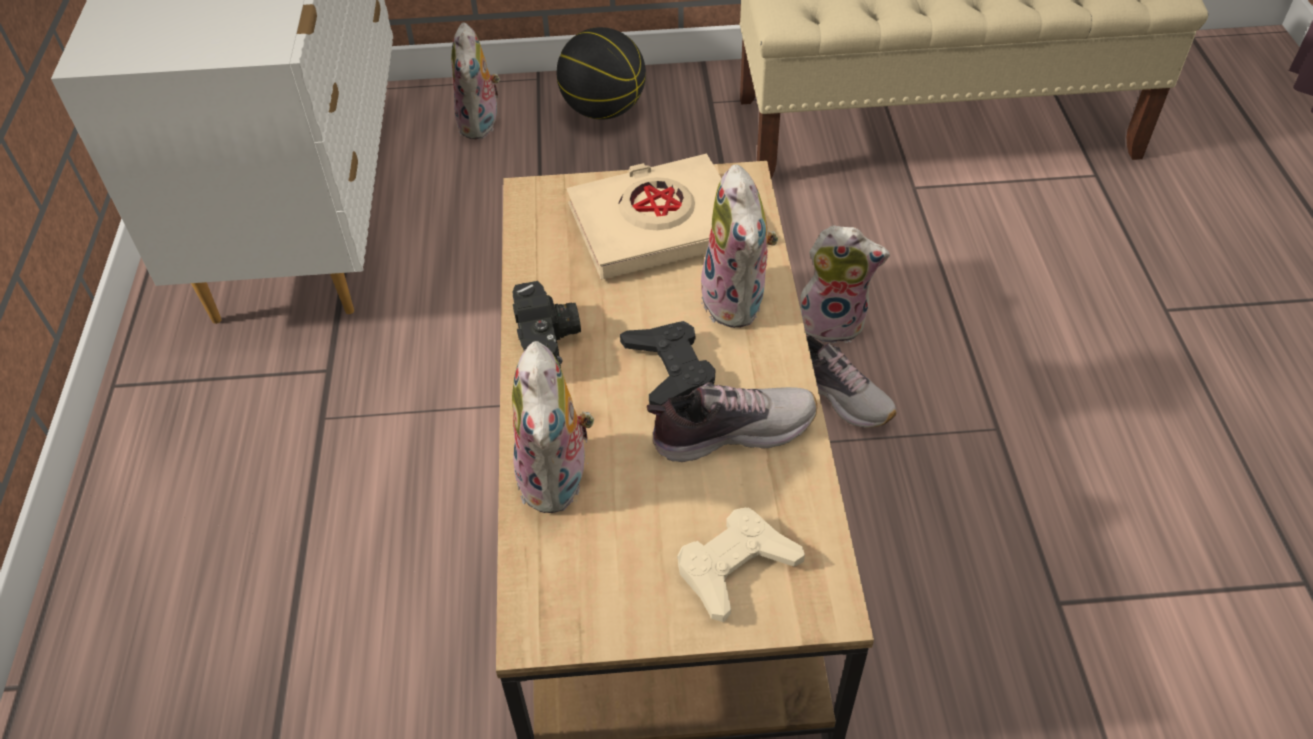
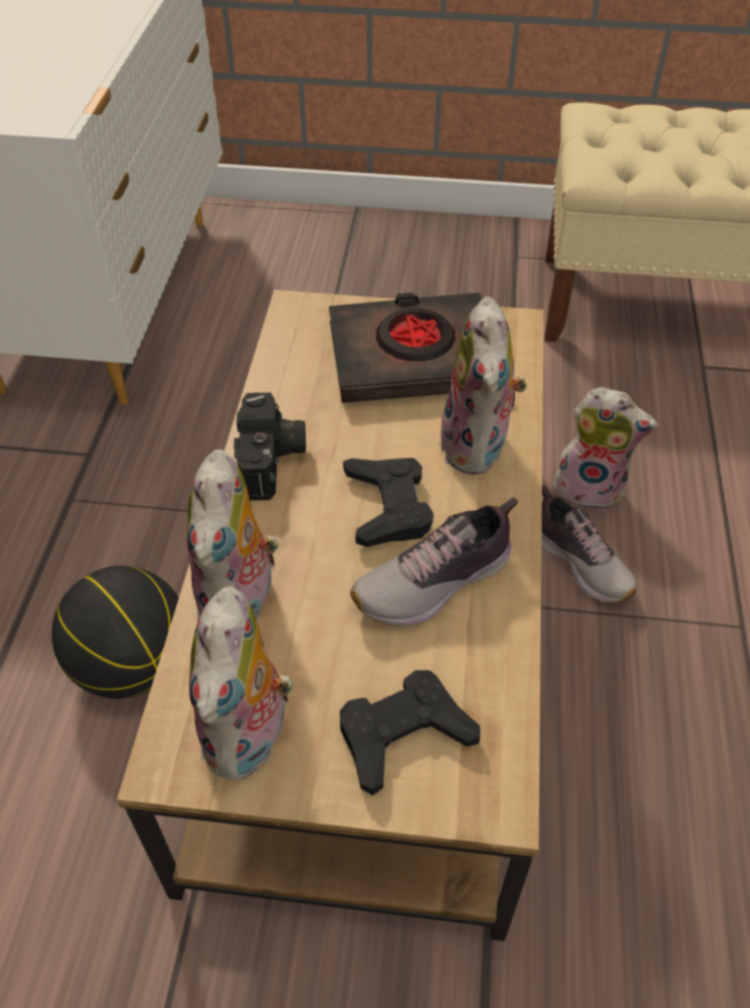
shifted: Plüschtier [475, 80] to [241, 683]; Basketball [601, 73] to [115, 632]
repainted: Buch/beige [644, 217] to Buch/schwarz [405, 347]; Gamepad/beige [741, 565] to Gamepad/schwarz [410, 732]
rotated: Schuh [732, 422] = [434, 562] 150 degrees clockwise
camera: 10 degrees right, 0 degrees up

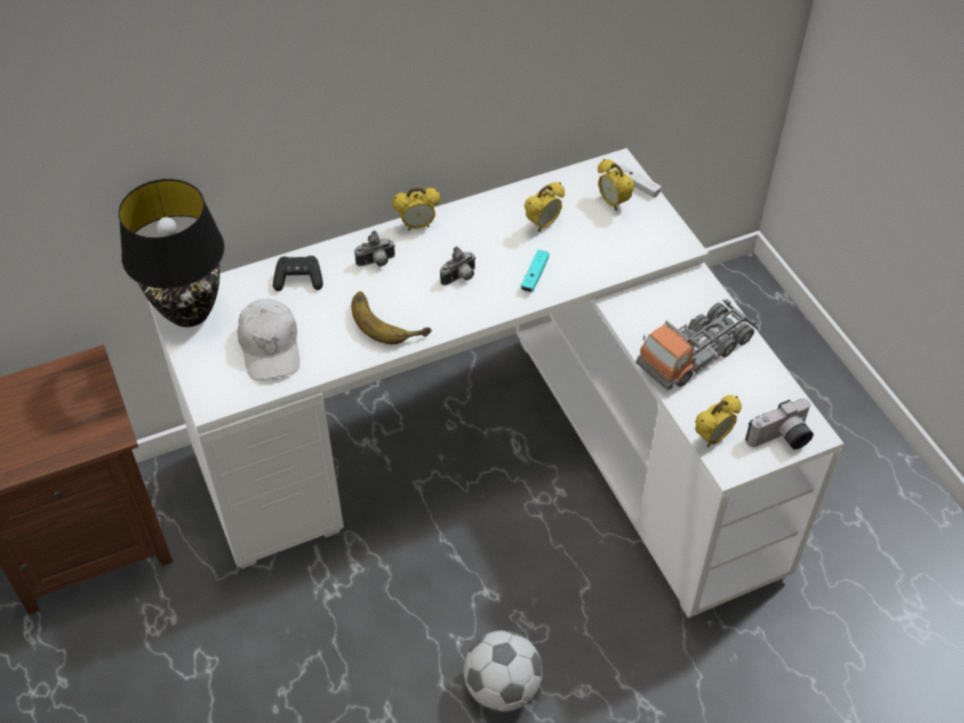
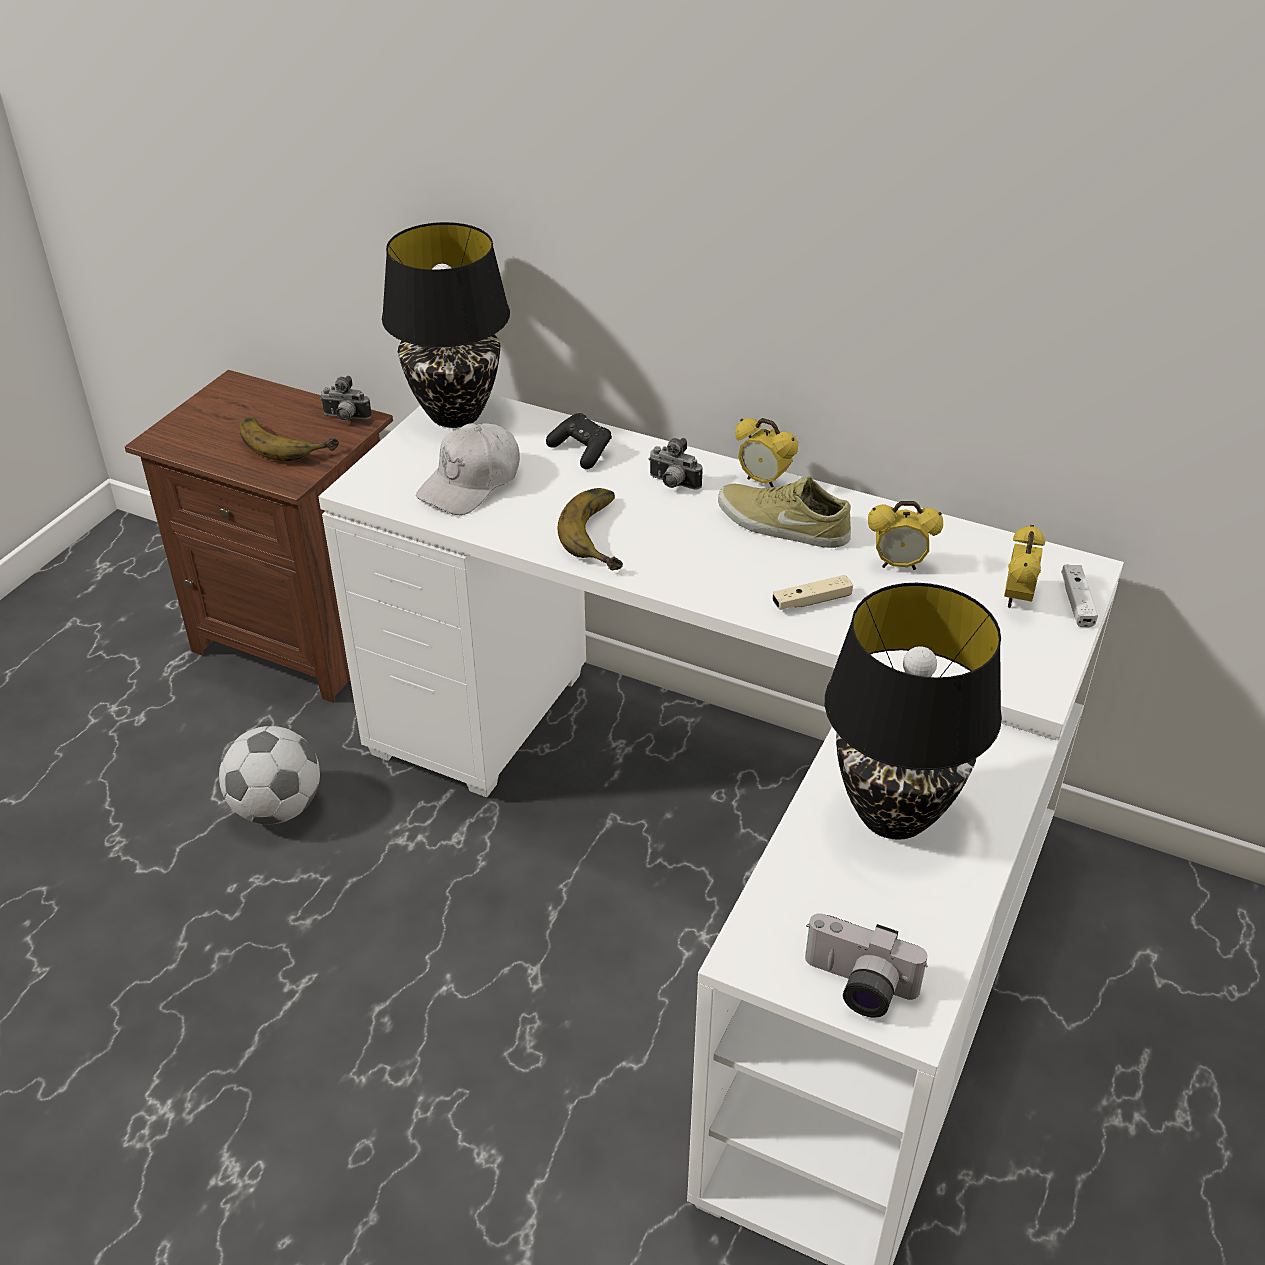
gone: Wecker [718, 421]
new: Banane [289, 439]; Schuh/beige [784, 512]
shifted: Kamera [458, 265] to [346, 398]; Fußball [503, 671] to [269, 775]
swapped: Spielzeuglaster [697, 344] to Tischlampe/schwarz [913, 711]
repainted: Gamepad/türkis [535, 271] to Gamepad/beige [812, 592]
camera: 50 degrees right, 10 degrees down

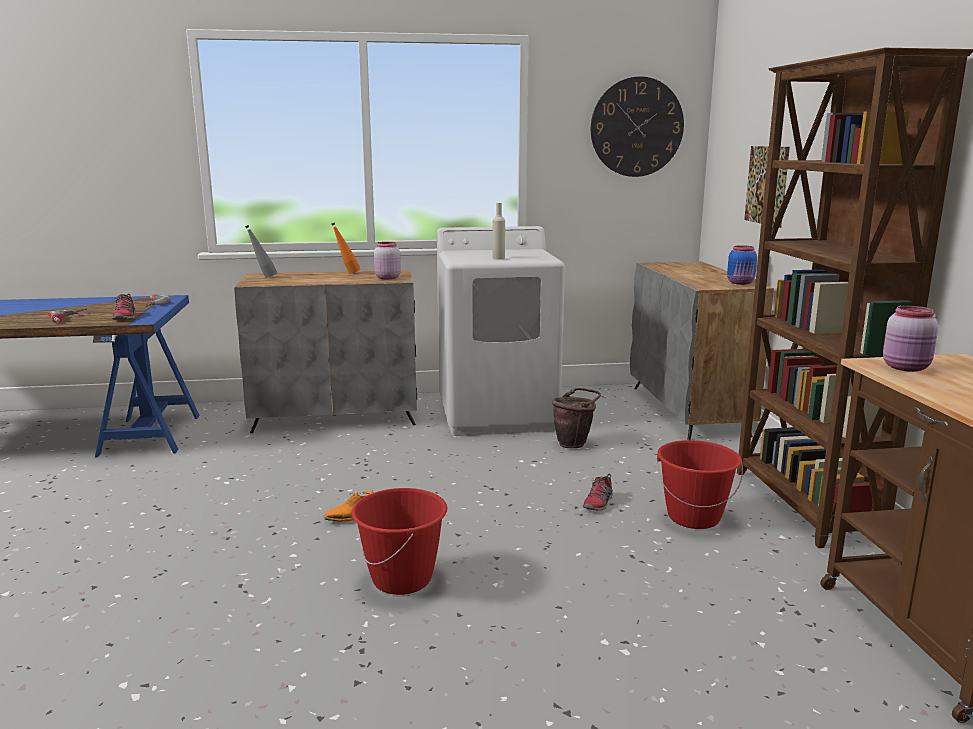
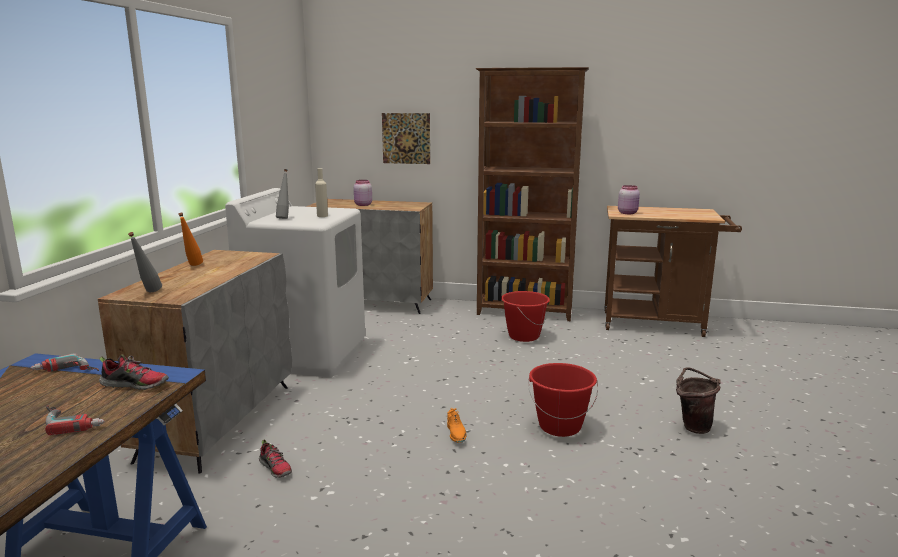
gone: Wanduhr [637, 126]; Vorratsglas/blau [742, 265]
new: Flasche/grau [282, 194]
shifted: Vorratsglas/rosa [387, 260] to [363, 193]; Eimer/braun [576, 418] to [698, 400]; Schuh [598, 492] to [275, 459]
camera: 70 degrees left, 0 degrees up

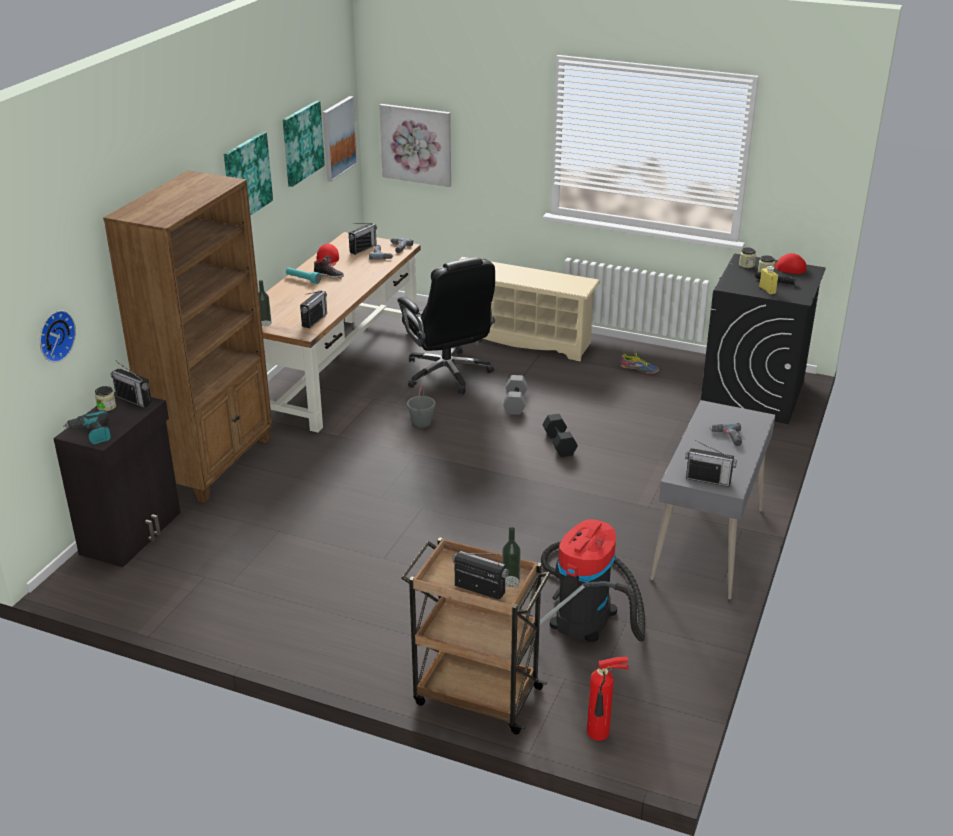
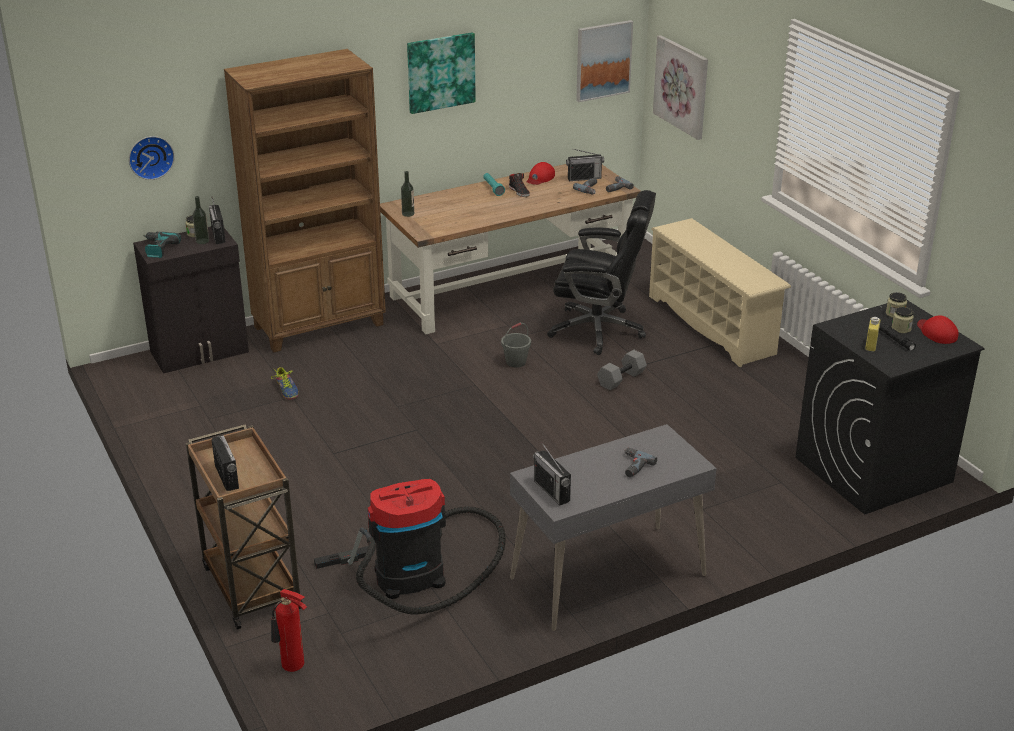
gone: Bild [304, 144]; Radio [313, 309]; Hantel/schwarz [560, 435]
shifted: Flasche [511, 557] to [201, 220]; Schuh [640, 363] to [285, 383]
rotated: Bürostuhl/schwarz [446, 325] = [601, 272] 90 degrees counterclockwise
camera: 40 degrees right, 0 degrees up

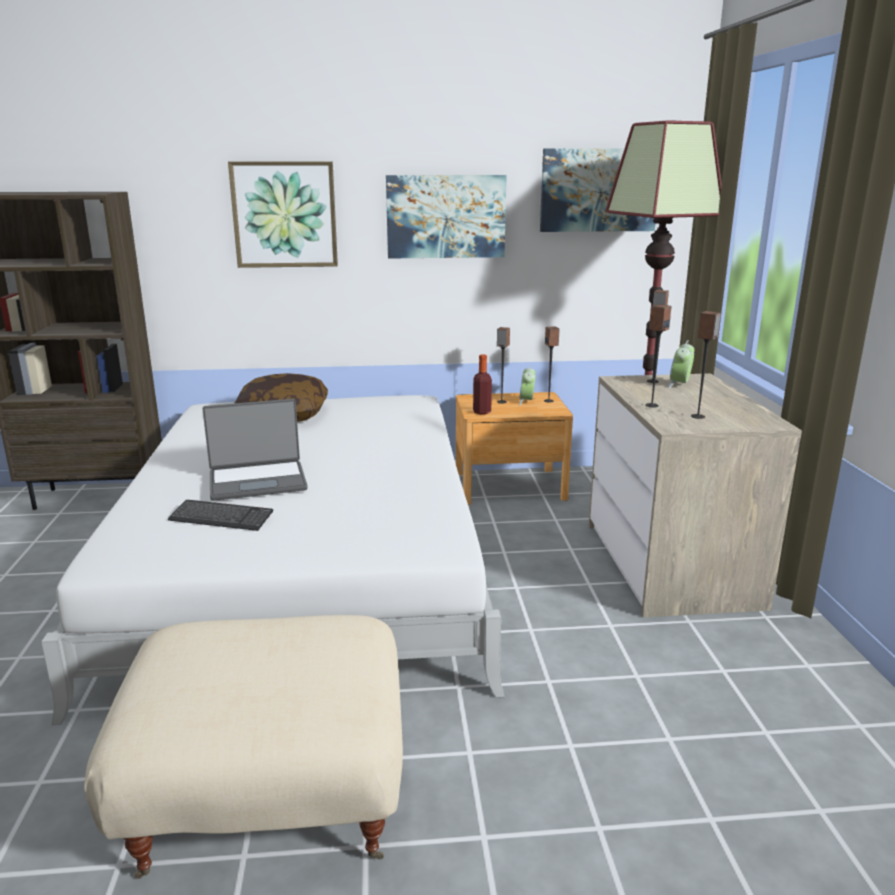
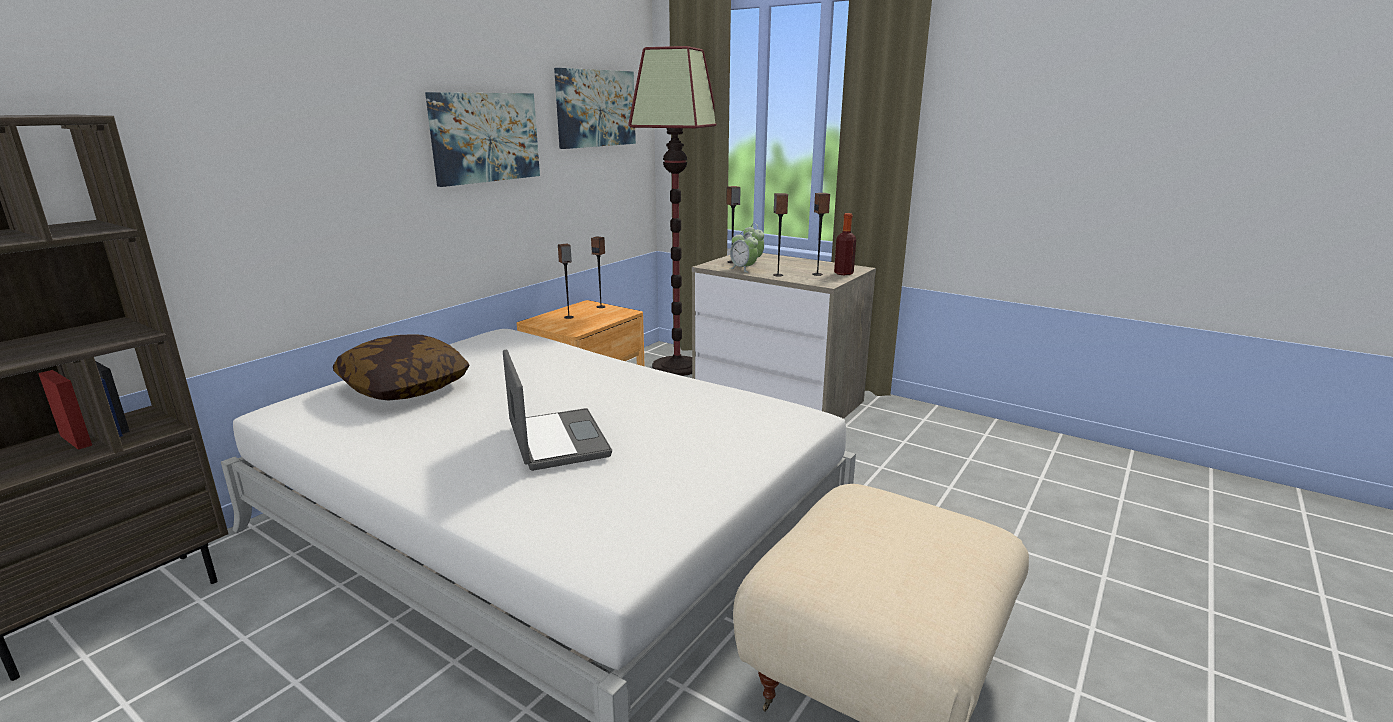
gone: Tastatur [220, 515]; Bild [283, 214]
shifted: Flasche [482, 384] to [845, 244]; Wecker [527, 385] to [743, 251]
rotated: Laptop [255, 450] = [557, 410] 45 degrees counterclockwise
camera: 50 degrees left, 0 degrees up

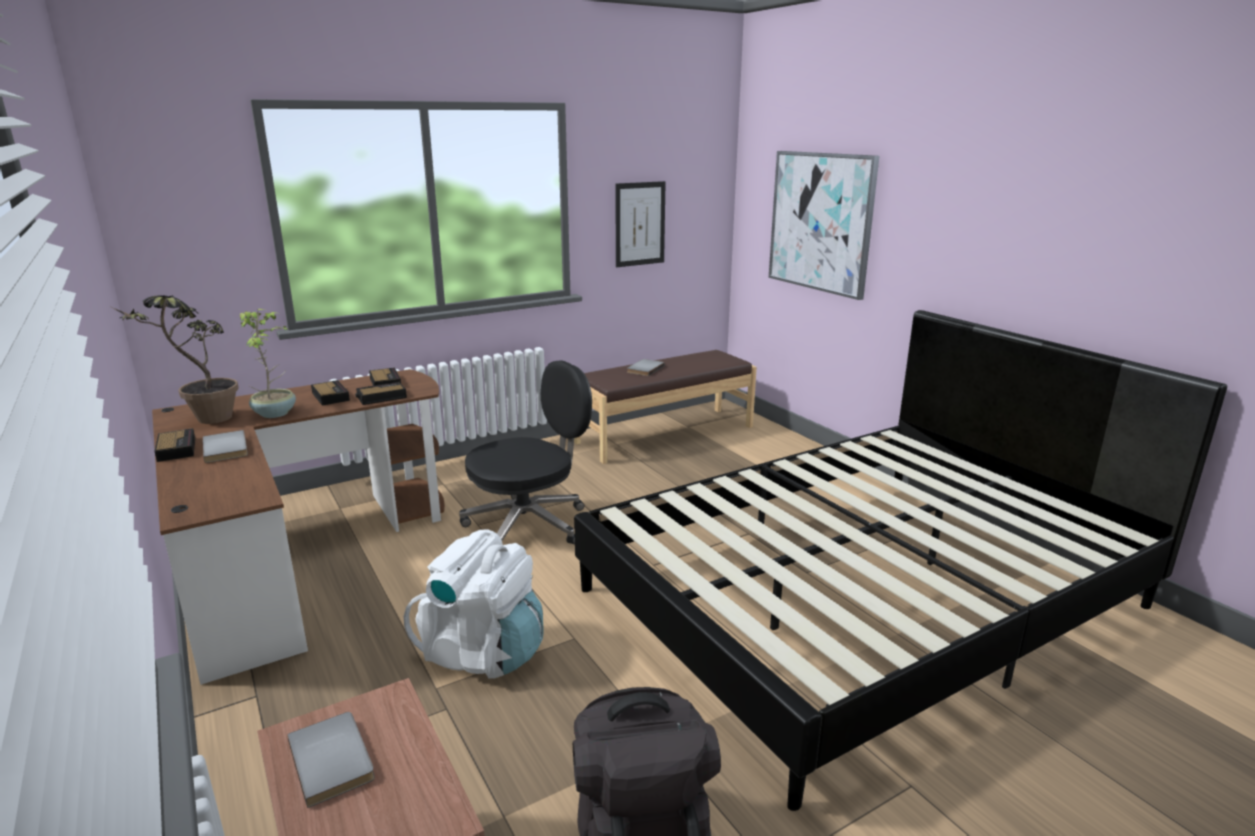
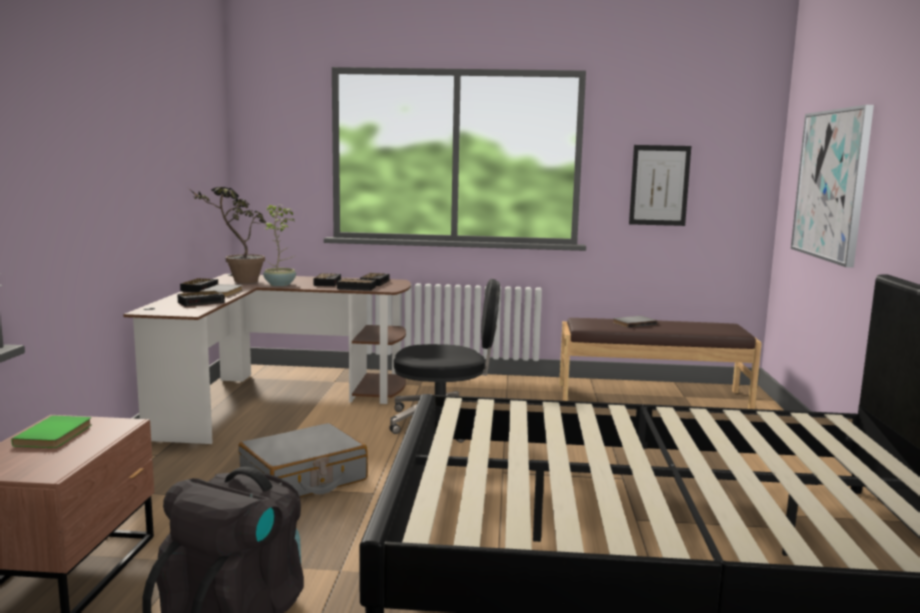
new: Wecker [201, 299]
swapped: Rucksack/weiß [473, 604] to Koffer/grau [303, 460]
repainted: Buch/grau [331, 760] to Buch/grün [52, 431]
camera: 35 degrees right, 10 degrees down

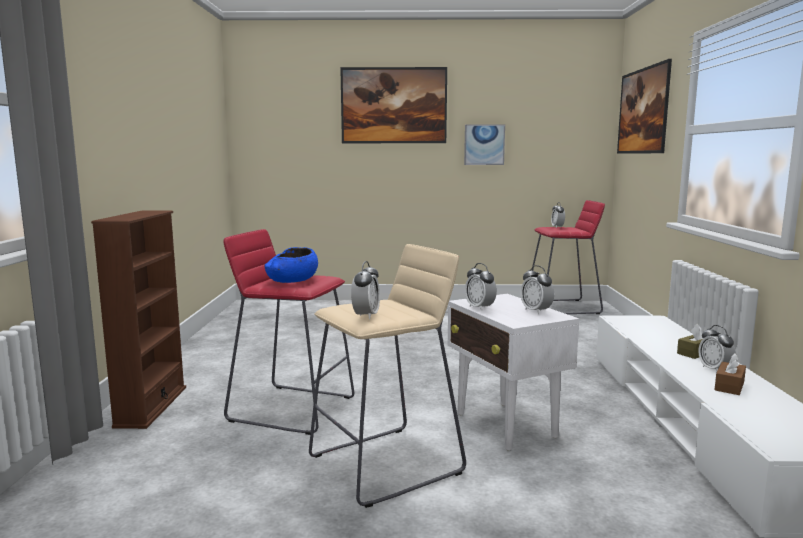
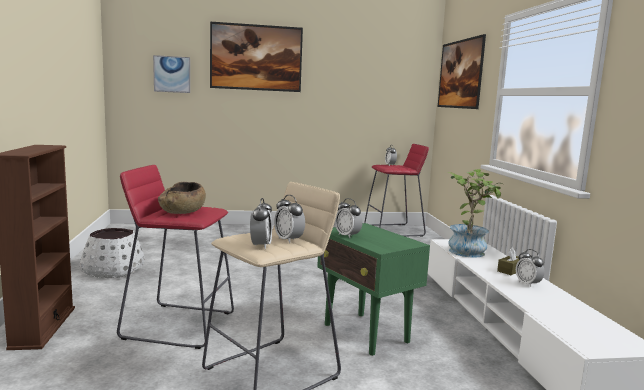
gone: Taschentuchbox/braun [730, 374]
new: Pflanzkübel/weiß [112, 253]; Topfpflanze [475, 213]
shifted: Bild [484, 145] to [171, 74]; Wecker [537, 289] to [289, 219]
repainted: Schüssel/blau [291, 265] to Schüssel/braun [182, 198]; Beistelltisch/weiß [513, 372] to Beistelltisch/grün [373, 289]
camera: 10 degrees left, 0 degrees up

